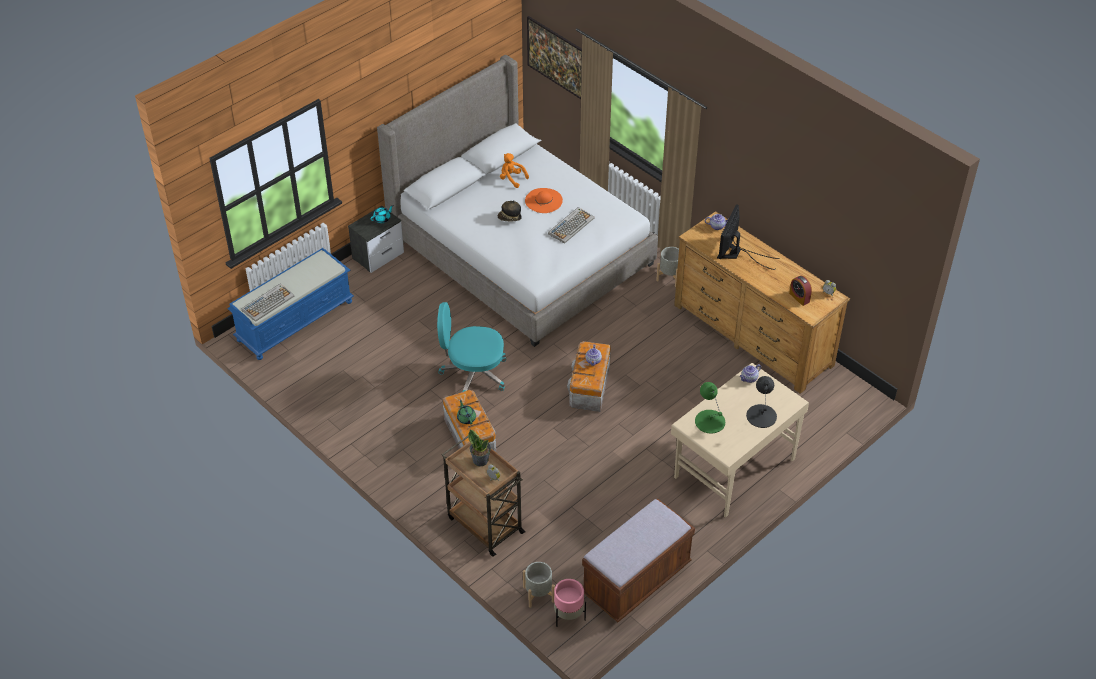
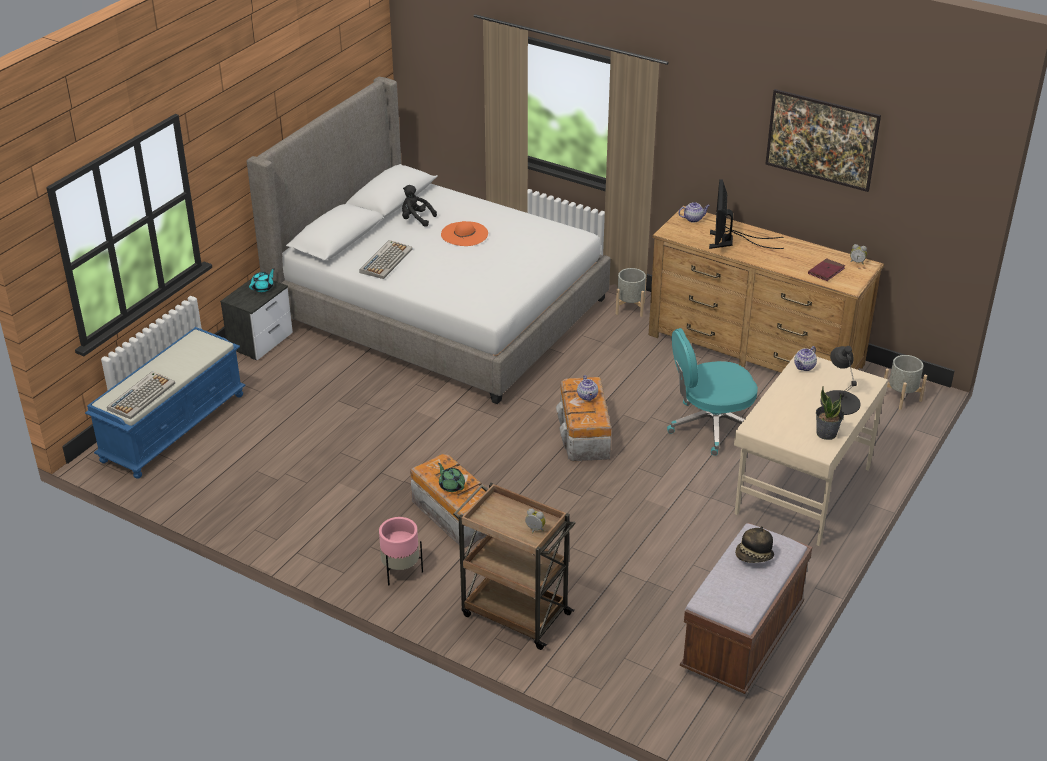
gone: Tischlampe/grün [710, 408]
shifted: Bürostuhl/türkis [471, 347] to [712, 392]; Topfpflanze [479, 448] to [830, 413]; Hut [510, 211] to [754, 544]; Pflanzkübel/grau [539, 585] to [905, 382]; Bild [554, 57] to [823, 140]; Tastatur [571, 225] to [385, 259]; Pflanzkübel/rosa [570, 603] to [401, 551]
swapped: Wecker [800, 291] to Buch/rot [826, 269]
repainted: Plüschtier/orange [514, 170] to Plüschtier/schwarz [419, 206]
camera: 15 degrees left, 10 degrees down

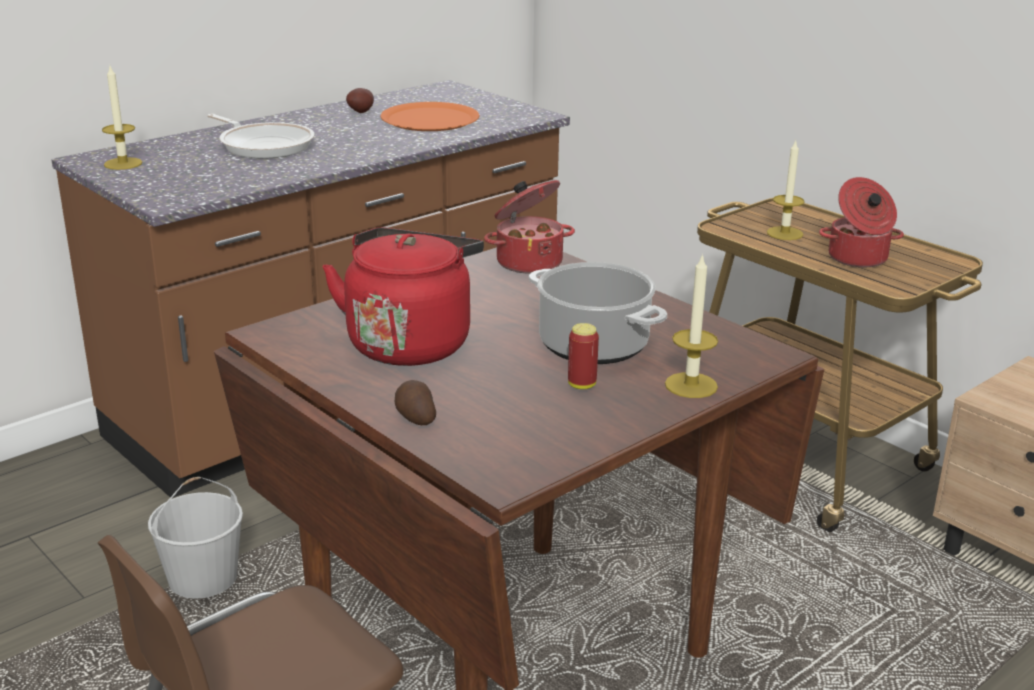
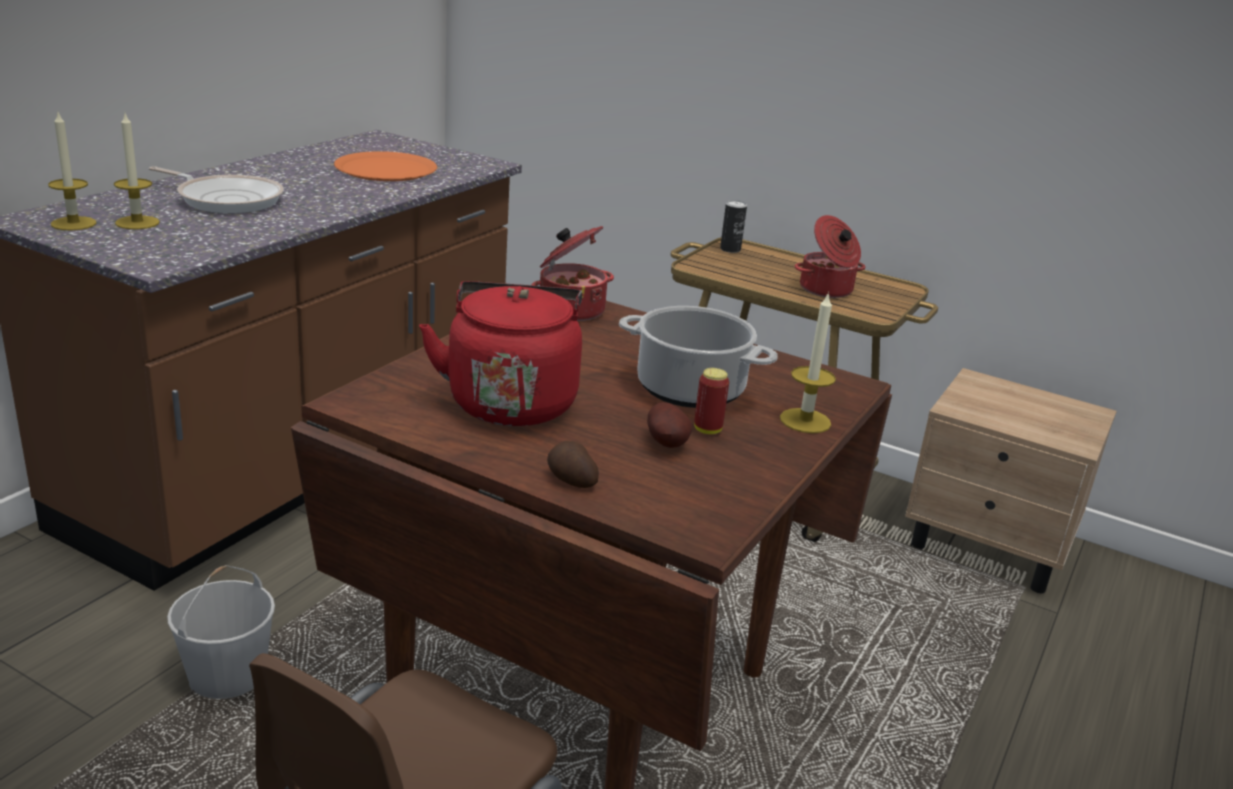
new: Dose [733, 226]
shifted: Kartoffel [360, 100] to [669, 425]; Kerze [786, 190] to [137, 171]
camera: 20 degrees left, 0 degrees up

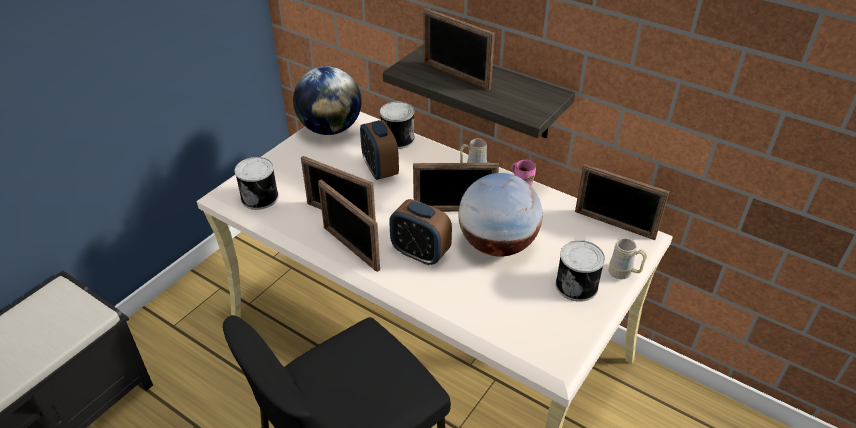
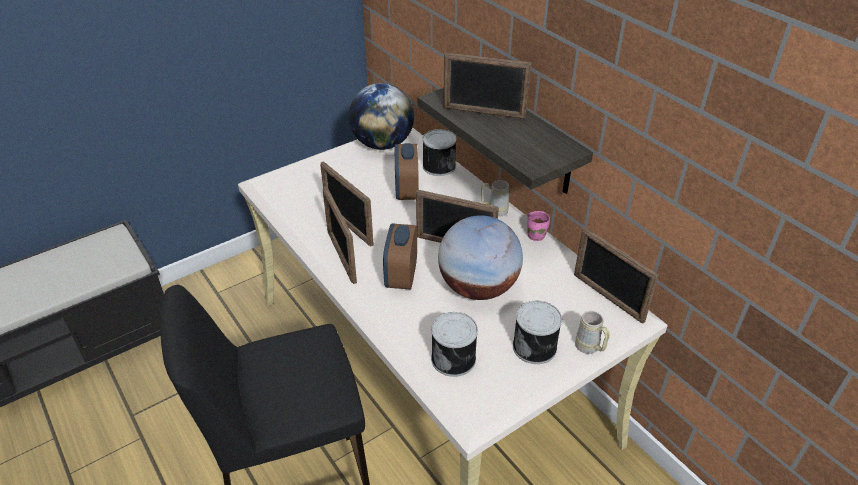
shifted: Dose [256, 183] to [454, 344]
rotated: Wecker [420, 232] = [400, 257] 45 degrees clockwise; Bilderrahmen [459, 49] = [487, 85] 45 degrees counterclockwise
camera: 20 degrees right, 0 degrees up

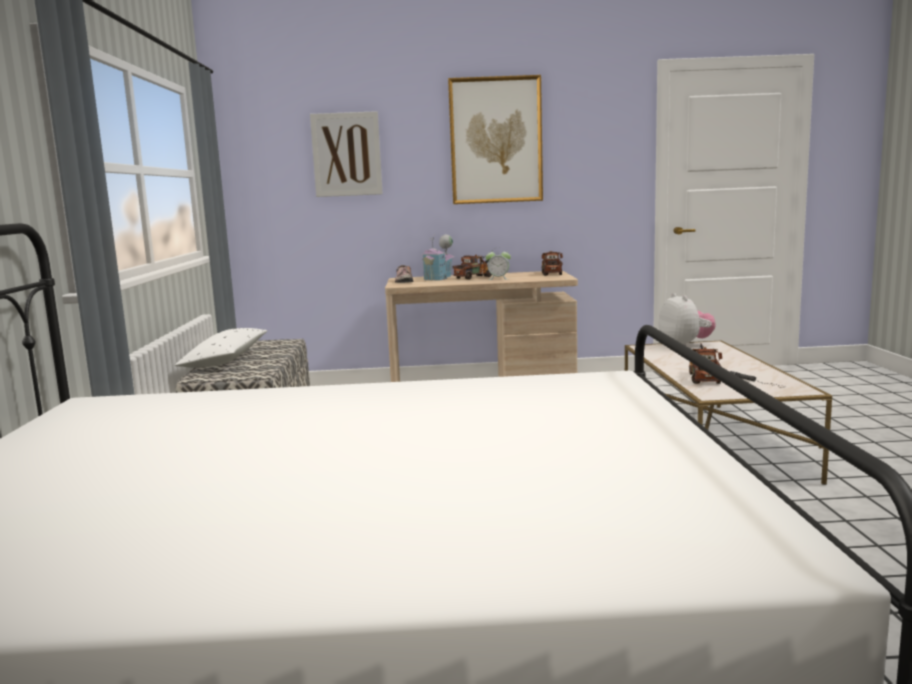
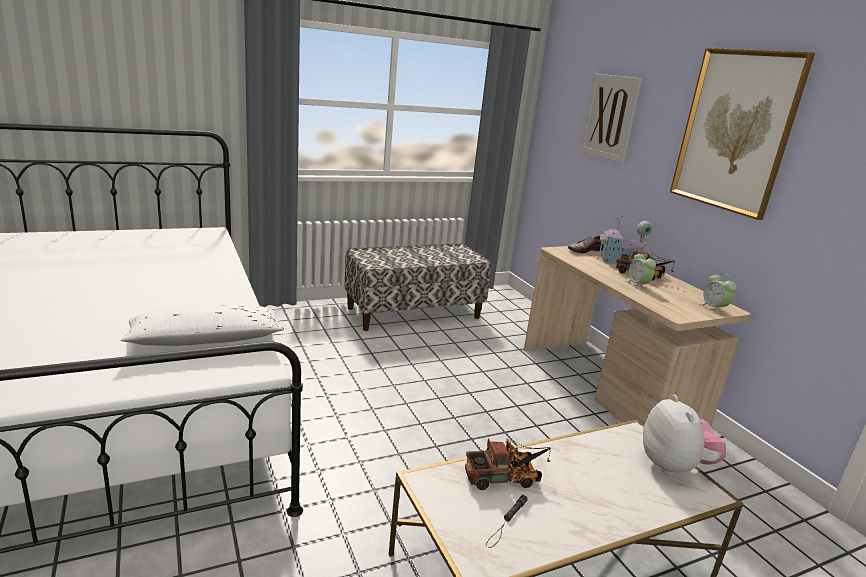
shifted: Kissen/weiß [221, 348] to [202, 325]
swapped: Spielzeuglaster [552, 263] to Wecker [718, 293]
rotated: Plüschtier [687, 319] = [684, 435] 60 degrees counterclockwise
camera: 65 degrees right, 10 degrees up

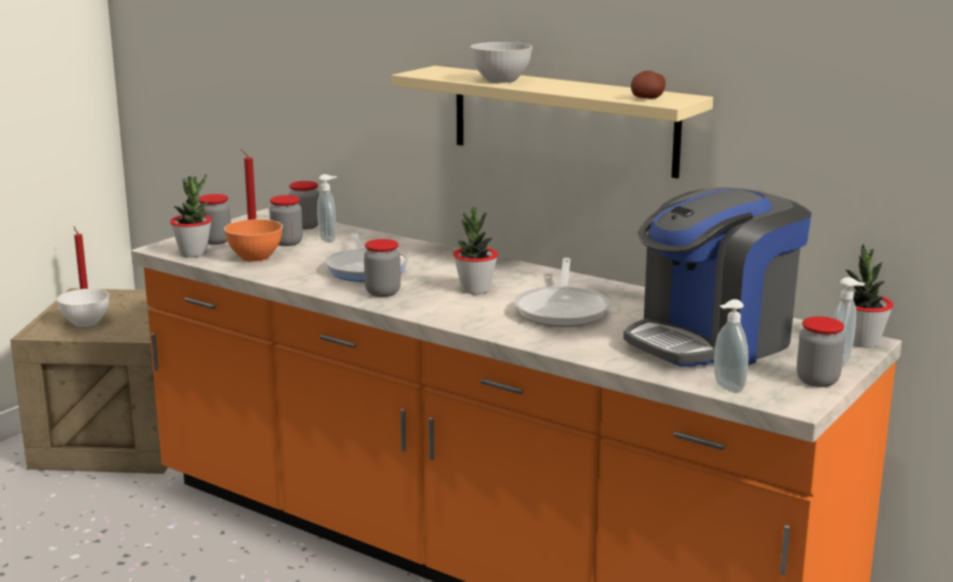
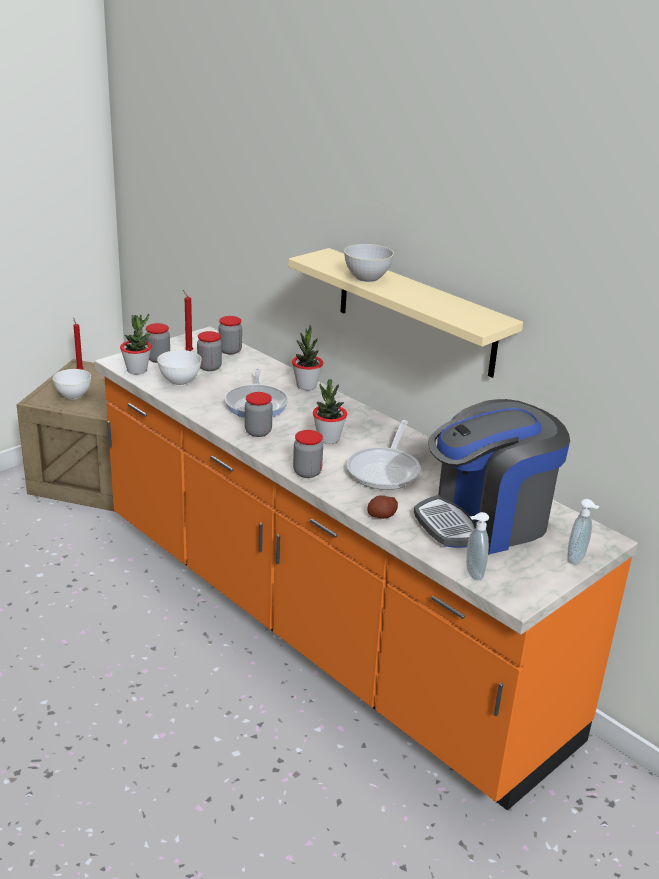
gone: Seifenspender [327, 208]
shifted: Kartoffel [648, 85] to [382, 507]; Vorratsglas [821, 351] to [308, 454]; Topfpflanze [869, 295] to [307, 357]
repainted: Schüssel/orange [253, 240] to Schüssel/weiß [179, 367]
camera: 10 degrees right, 10 degrees up

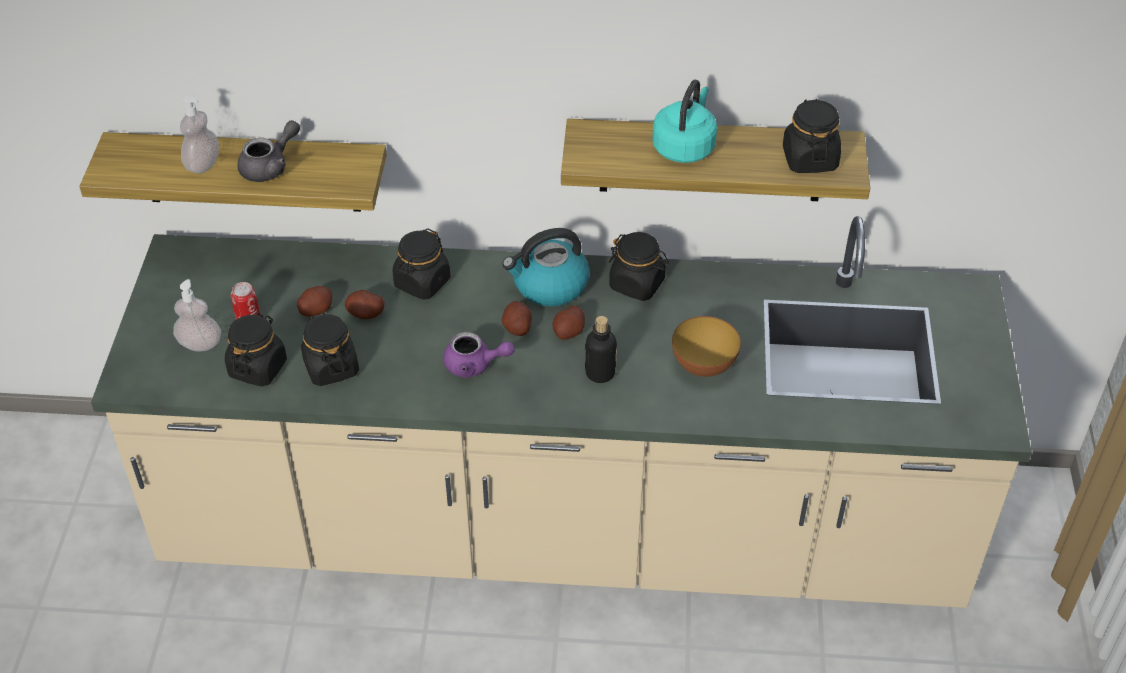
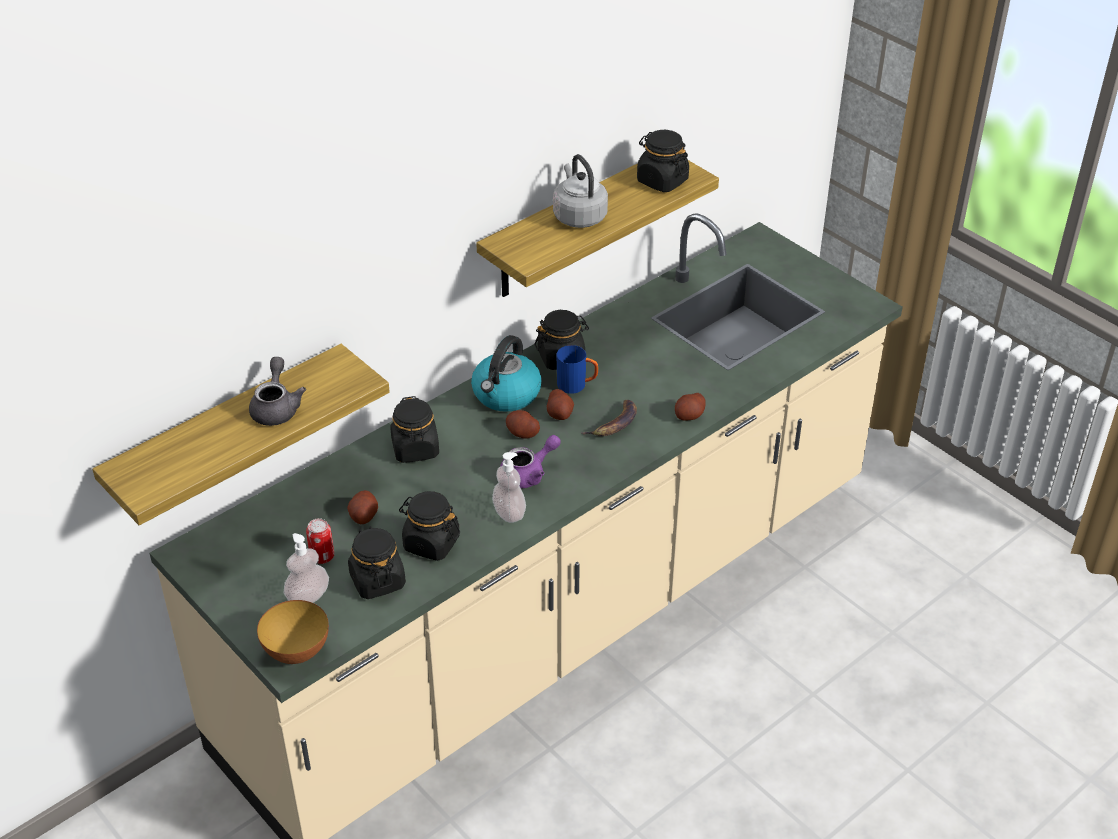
new: Henkelbecher/blau [577, 369]
shifted: Seifenspender [199, 134] to [509, 487]; Kartoffel [365, 304] to [690, 407]; Schüssel [706, 346] to [293, 632]
swapped: Flasche [601, 349] to Banane [609, 418]
repainted: Wasserkessel/türkis [684, 121] to Wasserkessel/grau [580, 191]
camera: 45 degrees left, 5 degrees down

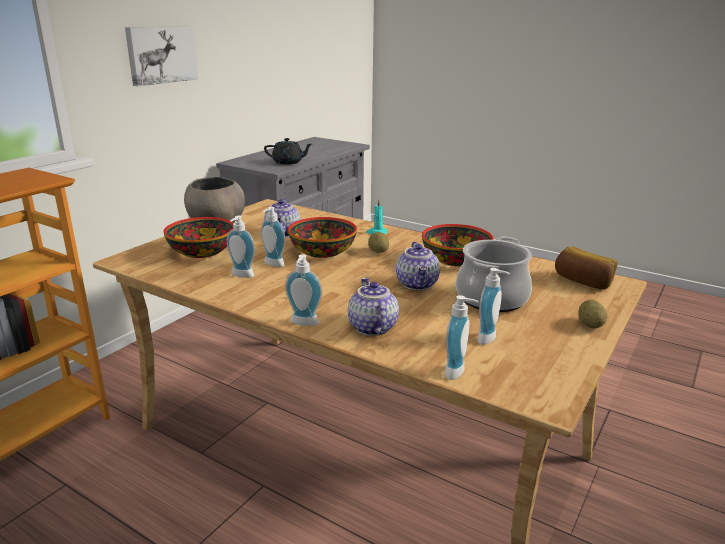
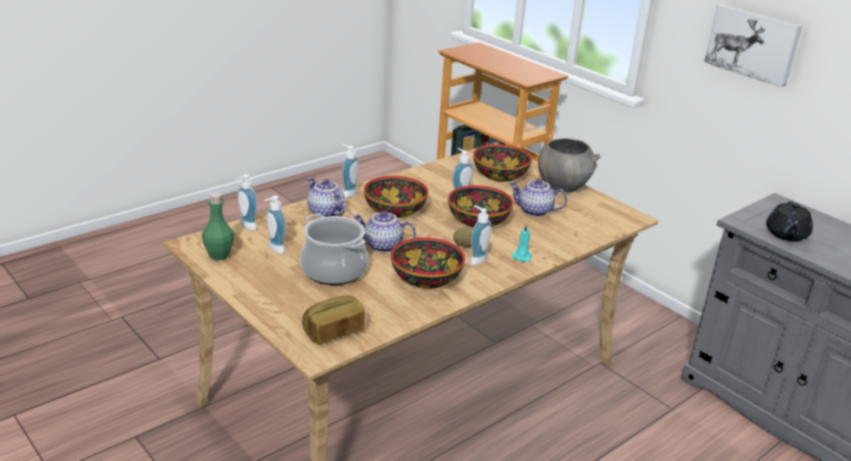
gone: Kartoffel [592, 313]
new: Flasche/grün [218, 227]; Schüssel [396, 197]
shifted: Seifenspender [241, 247] to [480, 235]
rotated: Teekanne [373, 306] = [326, 197] 135 degrees counterclockwise
camera: 105 degrees right, 5 degrees up

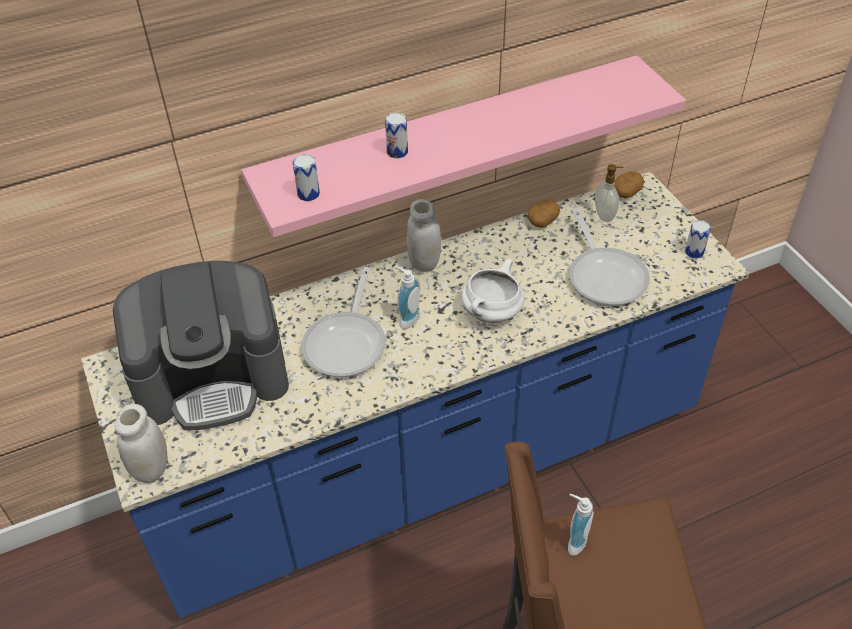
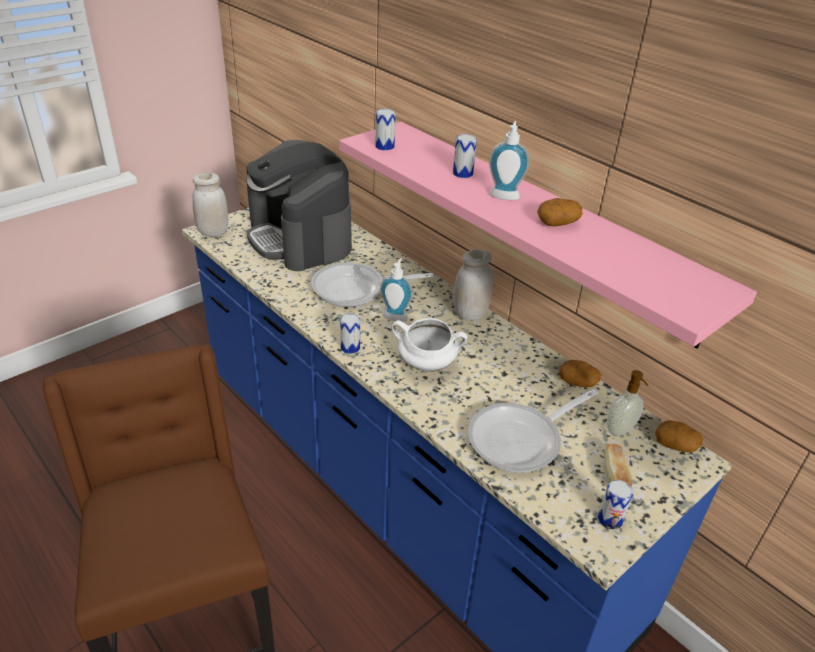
new: Dose [350, 333]; Kartoffel [559, 212]; Brot [618, 465]
shifted: Seifenspender [581, 525] to [509, 160]
camera: 70 degrees right, 10 degrees down

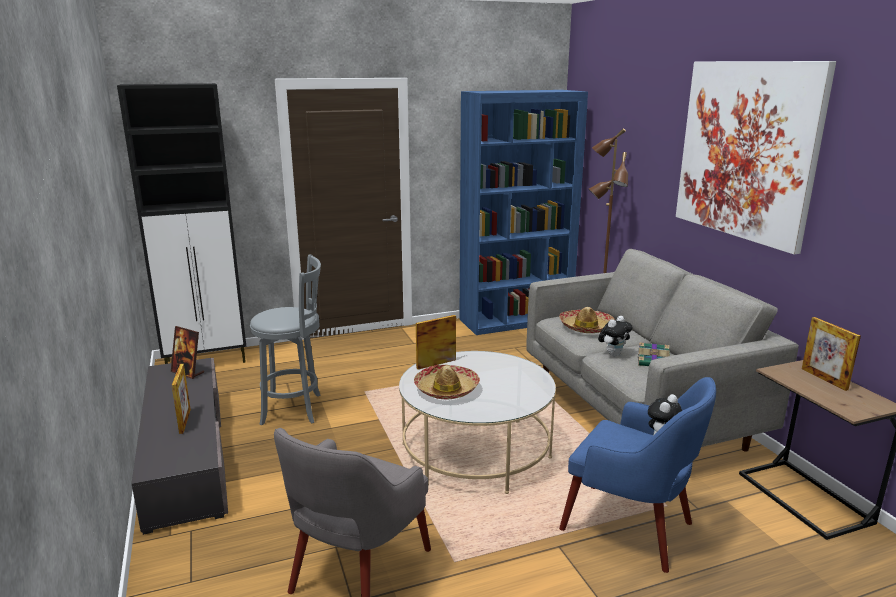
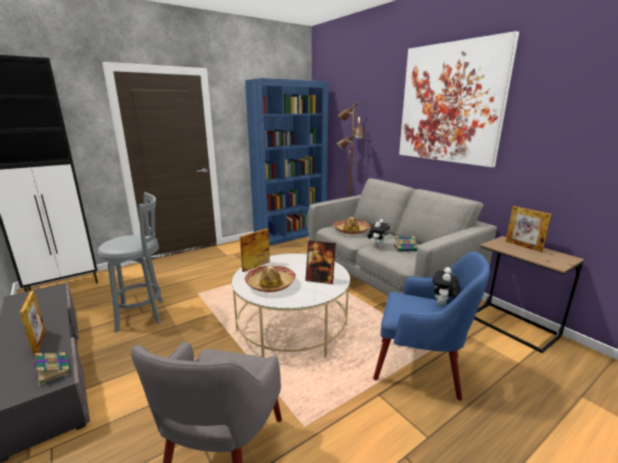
new: Buch [52, 369]
shifted: Bilderrahmen [187, 352] to [320, 262]
camera: 15 degrees left, 0 degrees up

